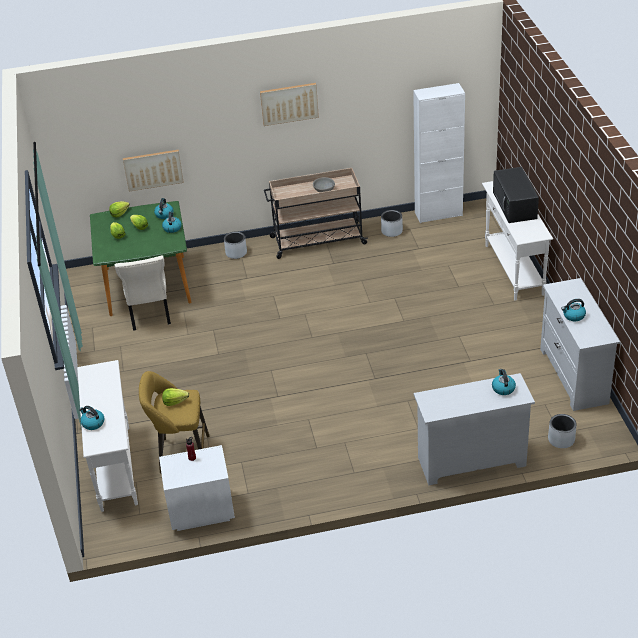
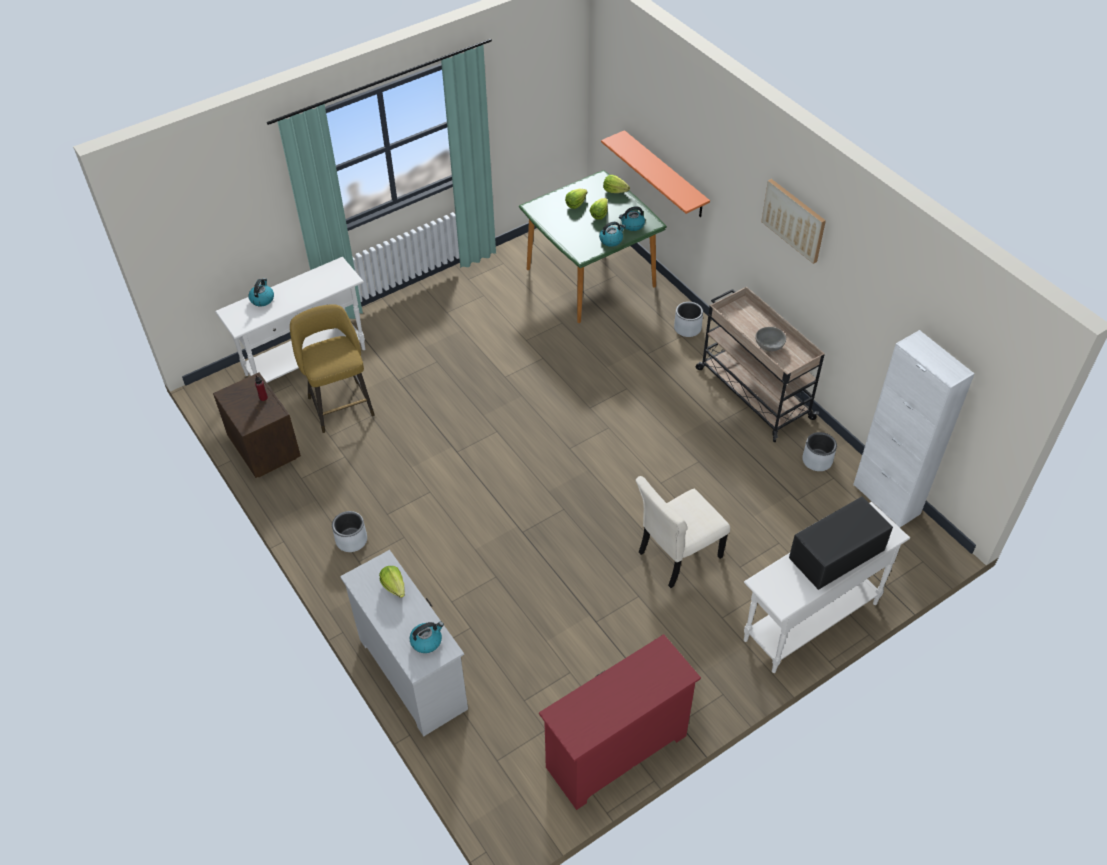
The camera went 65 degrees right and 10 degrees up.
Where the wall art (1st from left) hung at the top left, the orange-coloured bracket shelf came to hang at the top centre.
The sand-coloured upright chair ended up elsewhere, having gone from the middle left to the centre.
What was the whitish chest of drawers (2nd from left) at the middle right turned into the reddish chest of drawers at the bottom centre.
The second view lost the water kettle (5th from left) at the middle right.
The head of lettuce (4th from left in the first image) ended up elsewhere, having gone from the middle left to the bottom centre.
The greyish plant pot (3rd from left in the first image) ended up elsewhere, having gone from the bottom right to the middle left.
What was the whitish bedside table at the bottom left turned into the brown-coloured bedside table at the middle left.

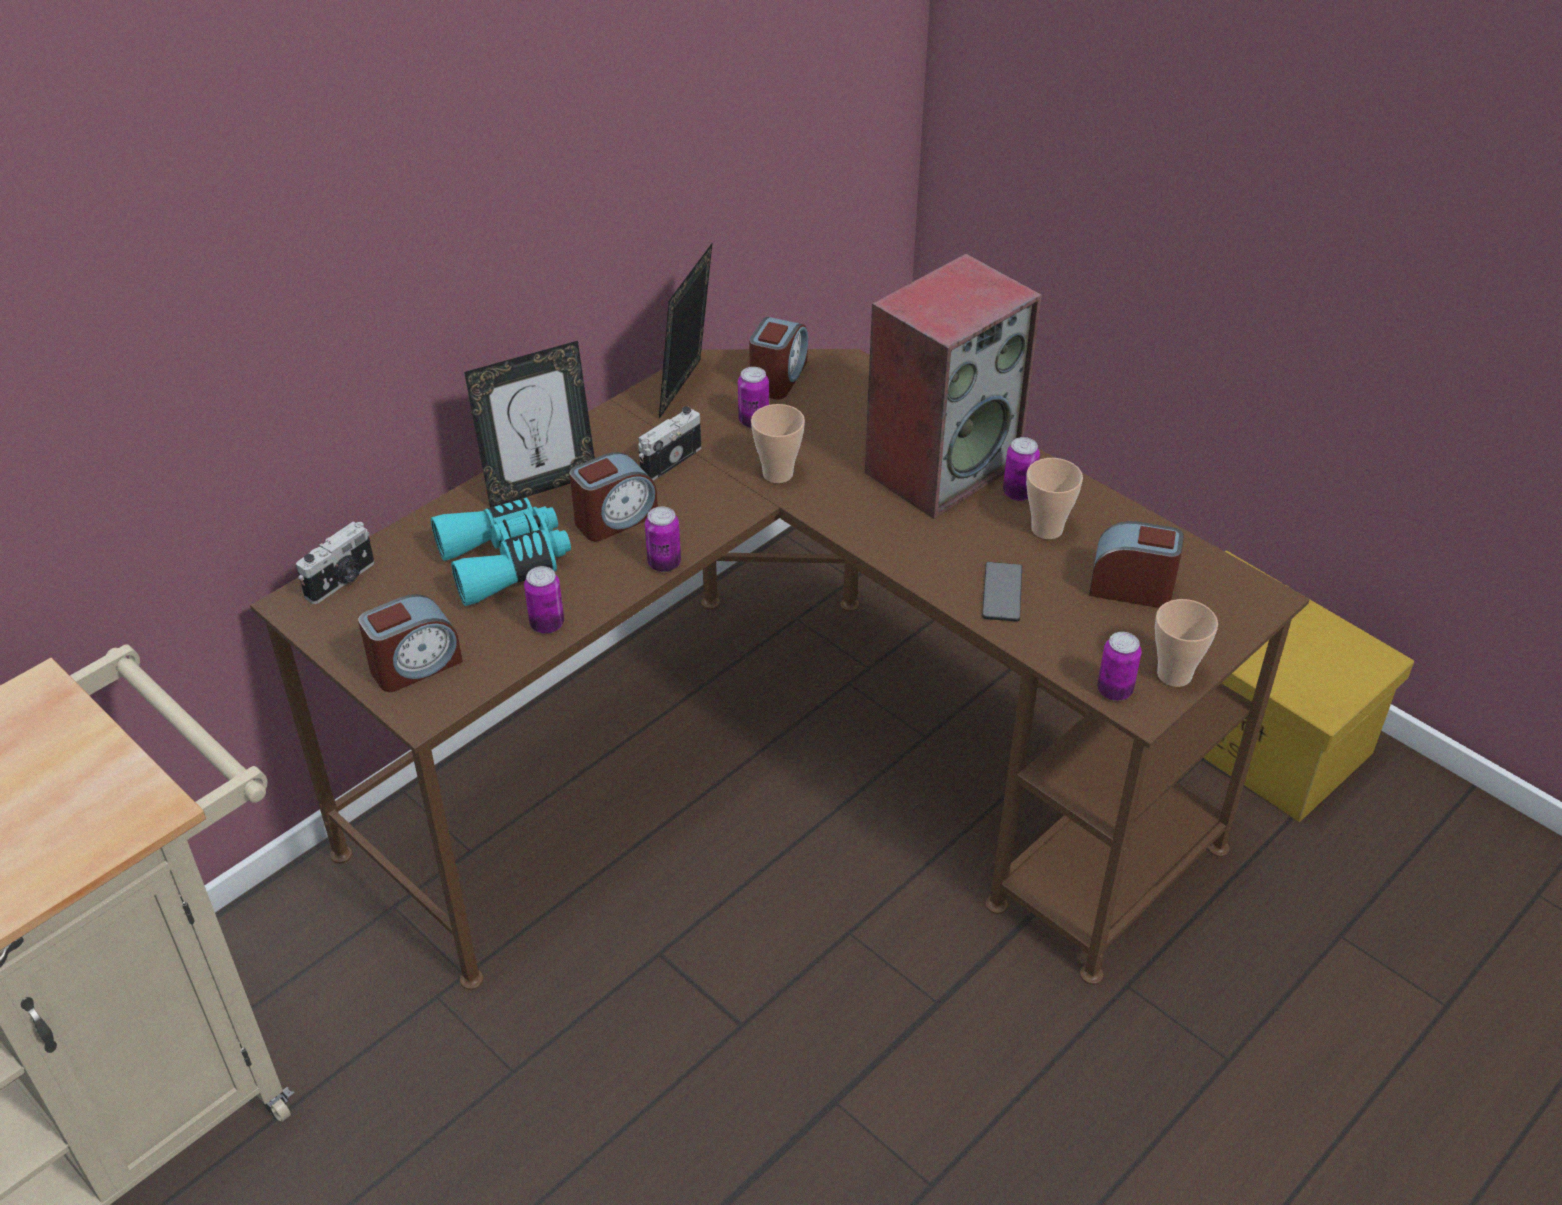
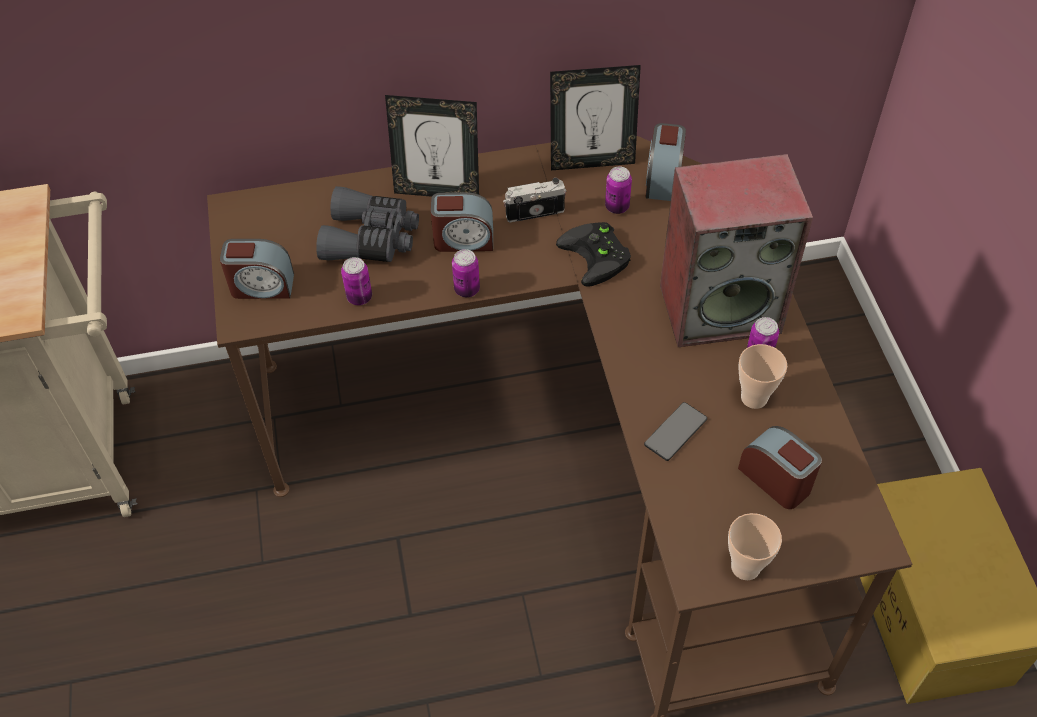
The camera went 35 degrees right and 10 degrees up.
The standing frame (2nd from left) at the top centre ended up facing another way, 150 degrees counterclockwise from before.
The table clock (3rd from left) at the top centre ended up facing another way, 135 degrees clockwise from before.
Where the drinking cup (1st from left) stood at the centre, the black-coloured gamepad came to stand at the centre.
What was the turquoise-coloured pair of binoculars at the middle left turned into the greyish pair of binoculars at the top centre.
The second view lost the still camera (1st from left) at the middle left.
The second view lost the metal can (5th from left) at the middle right.

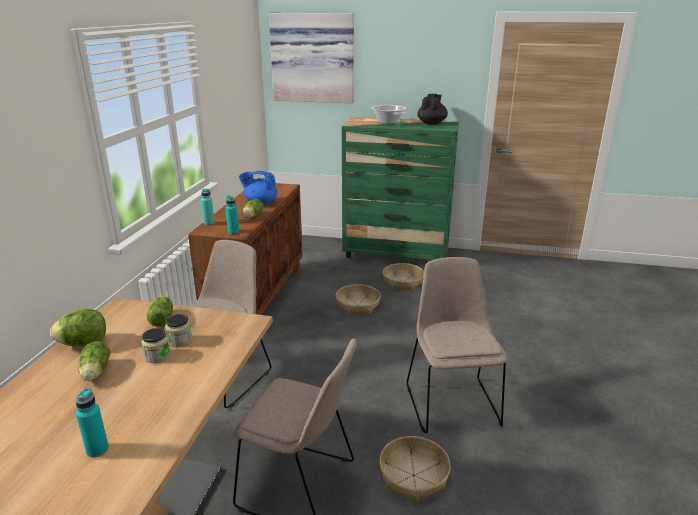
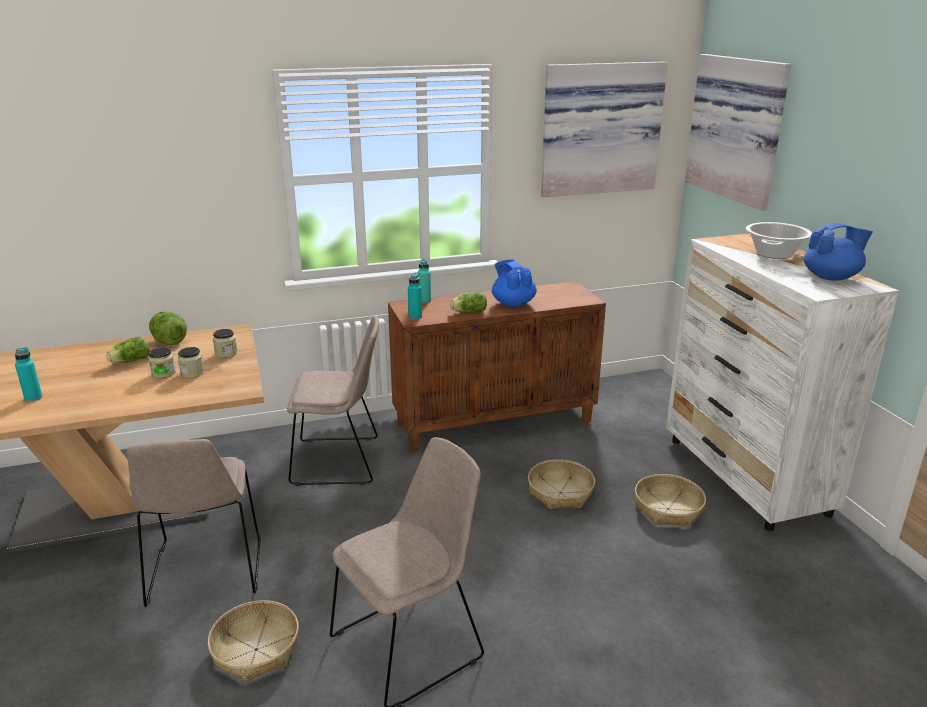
The camera went 60 degrees right and 0 degrees up.
What was the black-coloured teapot at the top centre turned into the blue teapot (2nd from left) at the middle right.
What was the green chest of drawers at the centre turned into the whitish chest of drawers at the middle right.
Where the head of lettuce (3rd from left) stood at the middle left, the storage jar (3rd from left) came to stand at the middle left.
The second view gained the wall art (1st from left) at the top centre.

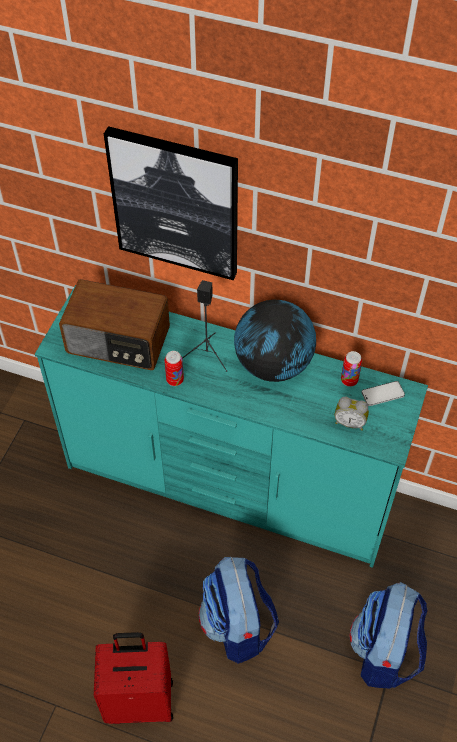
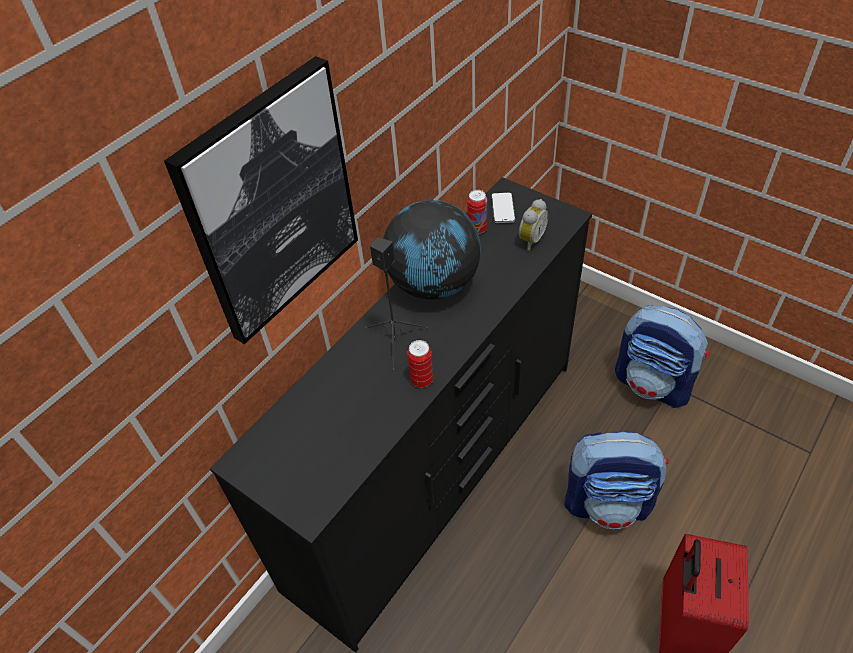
The camera went 70 degrees left and 5 degrees down.
The second view lost the radio set at the middle left.
What was the turquoise-coloured chest of drawers at the centre turned into the black-coloured chest of drawers at the centre.

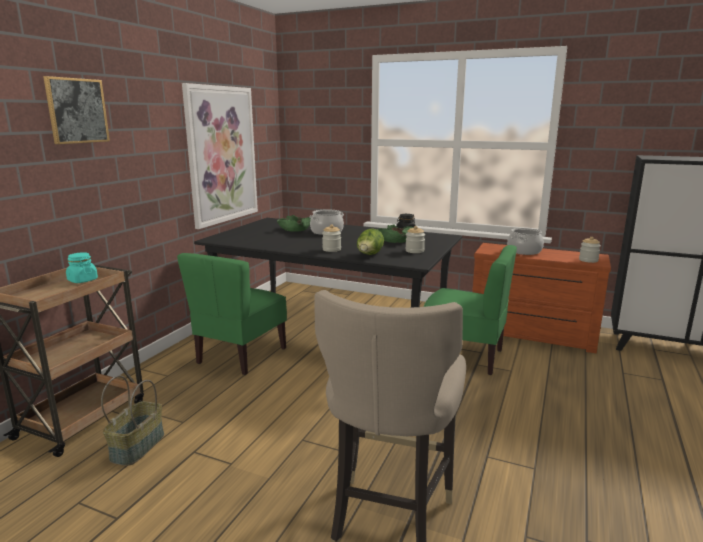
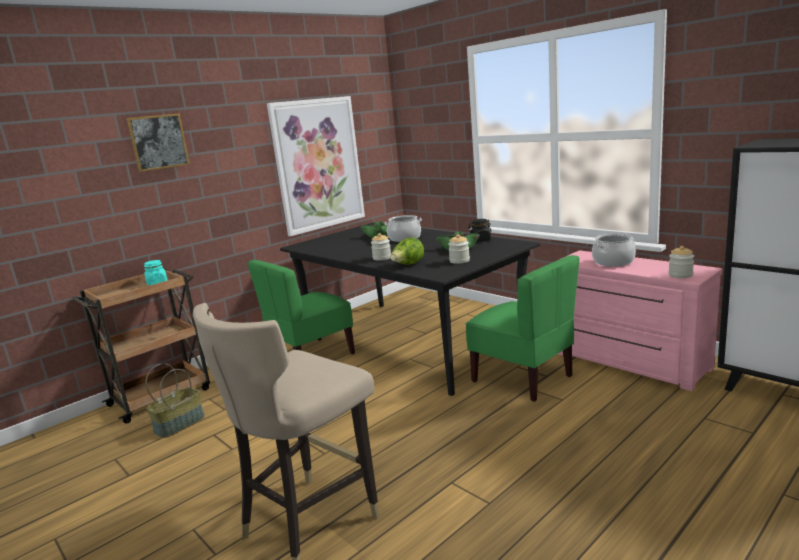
The camera went 25 degrees right and 0 degrees up.
What was the brown-coloured chest of drawers at the middle right turned into the pinkish chest of drawers at the middle right.

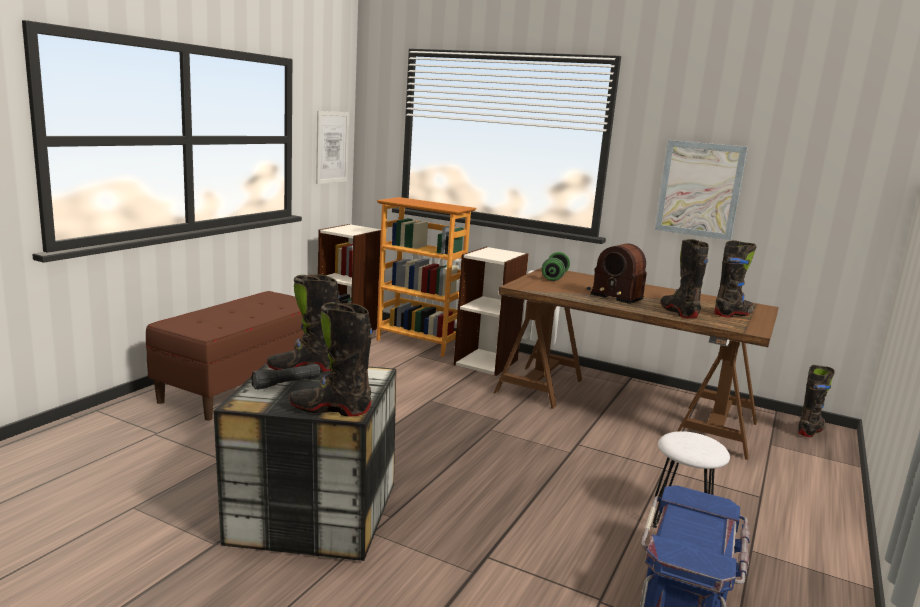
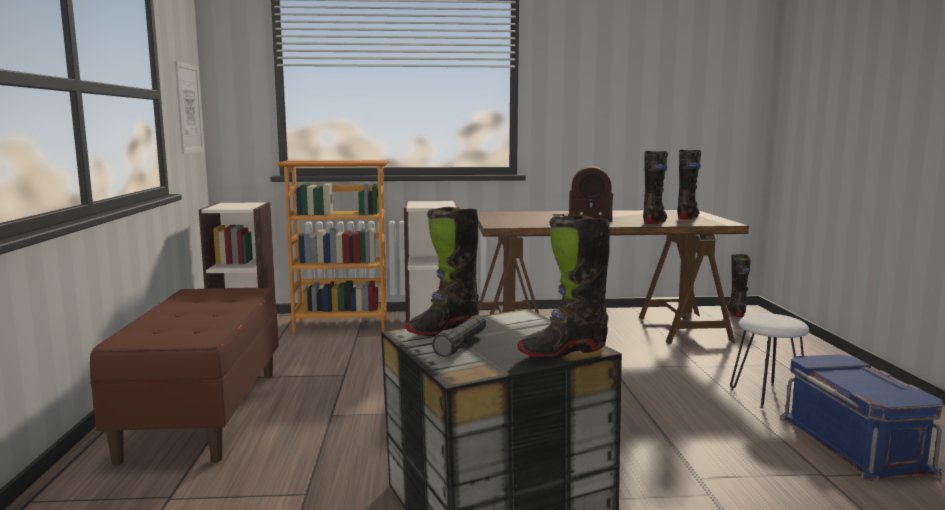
The camera went 30 degrees left and 5 degrees down.
The second view lost the wall art (2nd from left) at the top right.
The black-coloured boot (3rd from left) at the middle right ended up facing another way, 75 degrees clockwise from before.
The second view lost the green dumbbell at the centre.

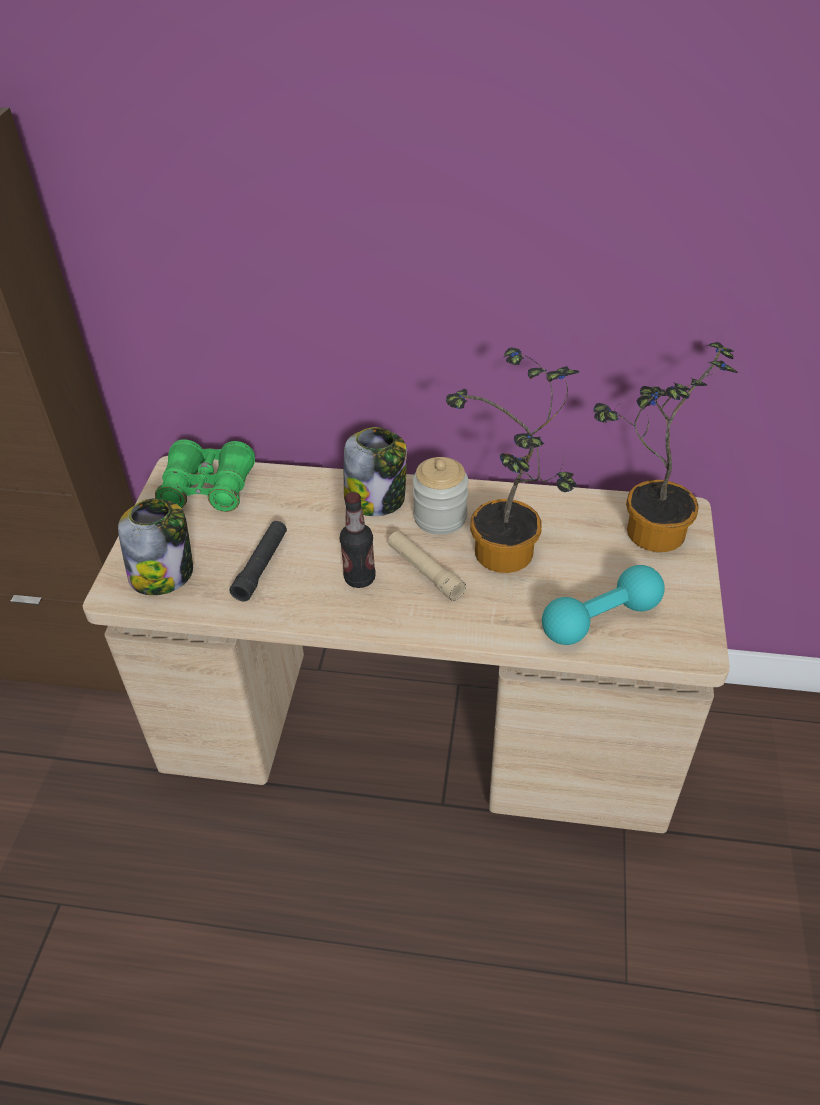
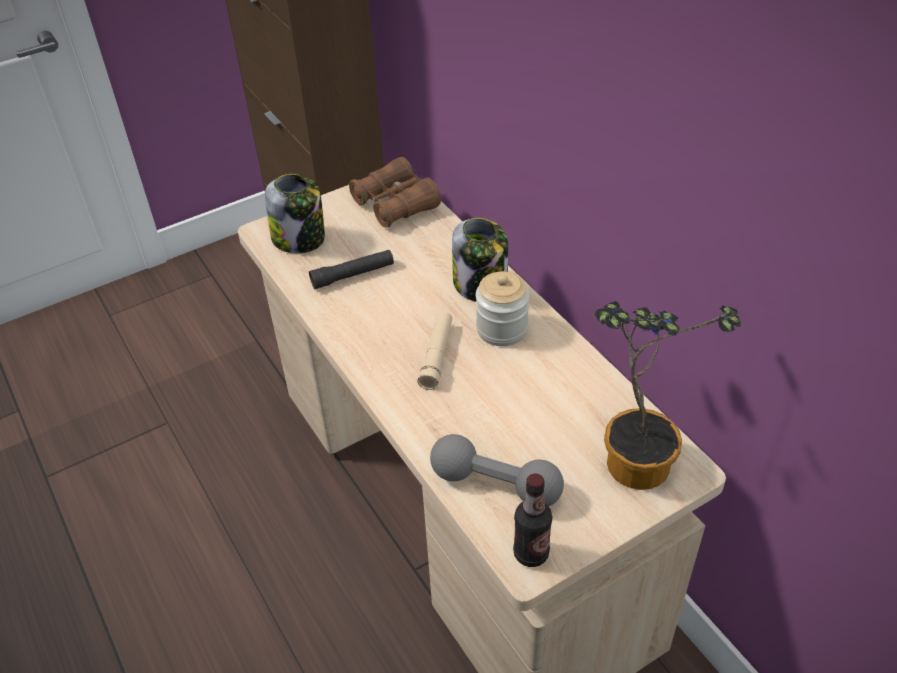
The camera went 50 degrees right and 0 degrees up.
The second view lost the plant in a pot (1st from left) at the centre.
What was the green pair of binoculars at the middle left turned into the brown-coloured pair of binoculars at the top centre.
The beverage bottle ended up elsewhere, having gone from the centre to the bottom centre.
What was the turquoise-coloured dumbbell at the middle right turned into the greyish dumbbell at the bottom centre.

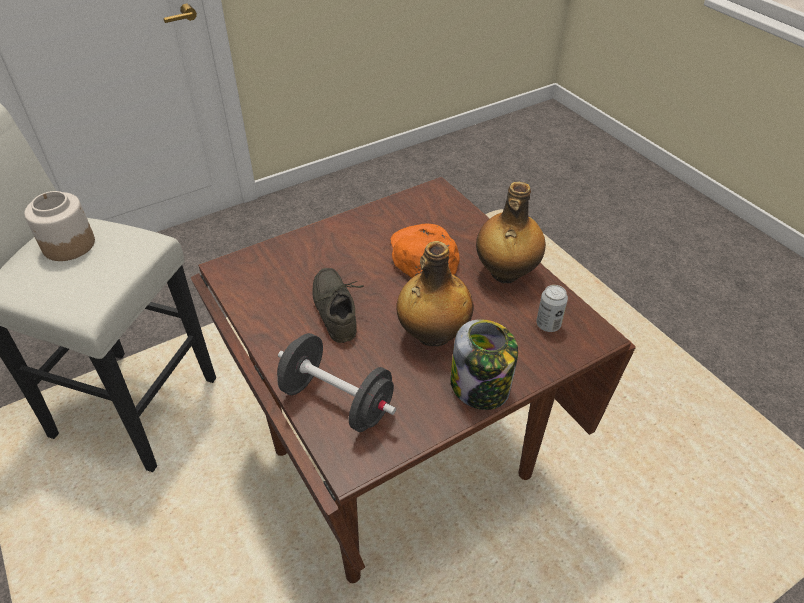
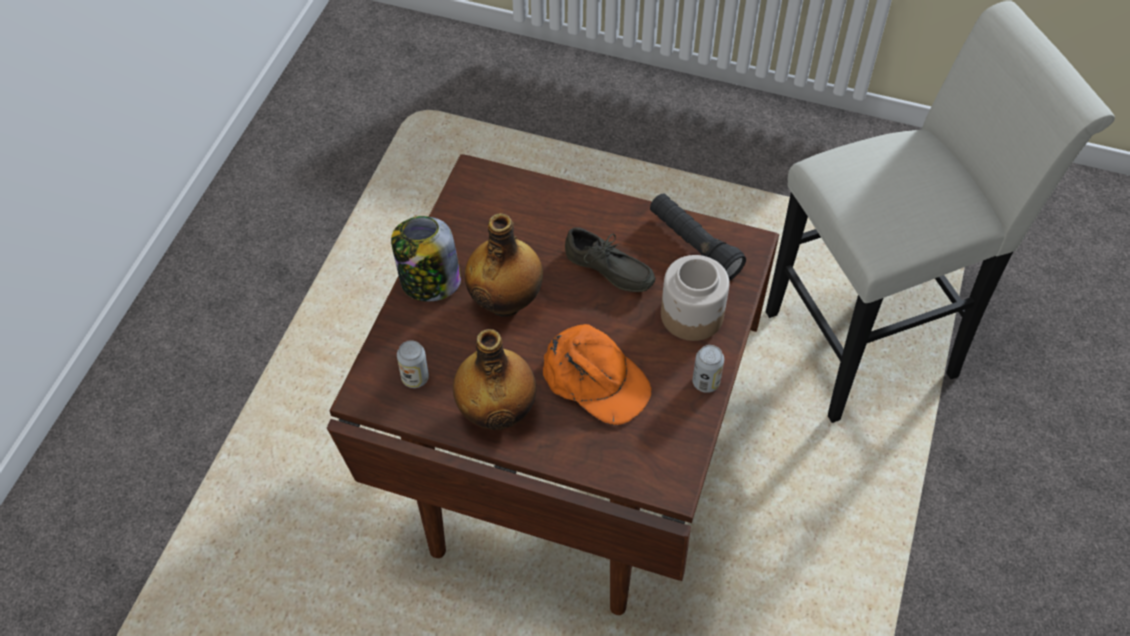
The camera went 140 degrees right and 10 degrees up.
The storage jar (1st from left in the first image) ended up elsewhere, having gone from the middle left to the centre.
The second view lost the black-coloured dumbbell at the centre.
The second view gained the black-coloured torch at the centre.
The second view gained the metal can (2nd from left) at the centre.

